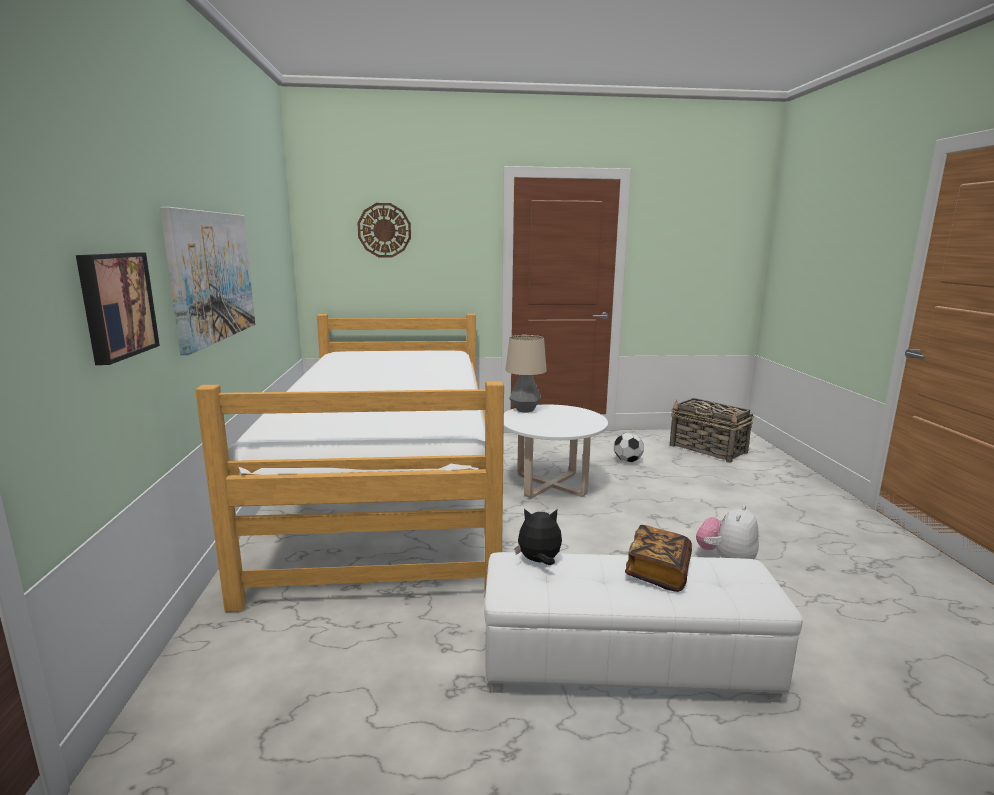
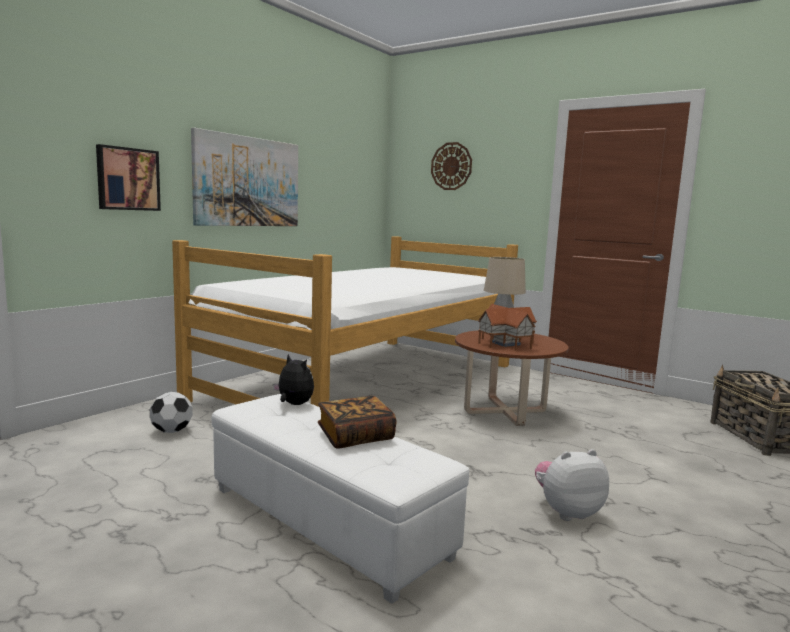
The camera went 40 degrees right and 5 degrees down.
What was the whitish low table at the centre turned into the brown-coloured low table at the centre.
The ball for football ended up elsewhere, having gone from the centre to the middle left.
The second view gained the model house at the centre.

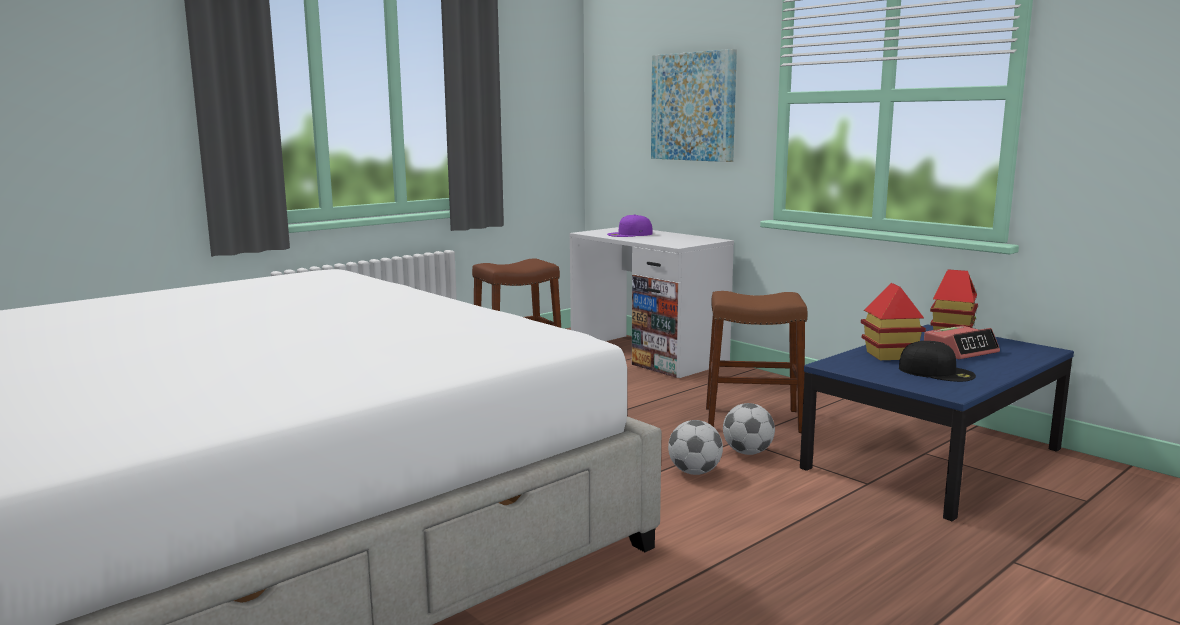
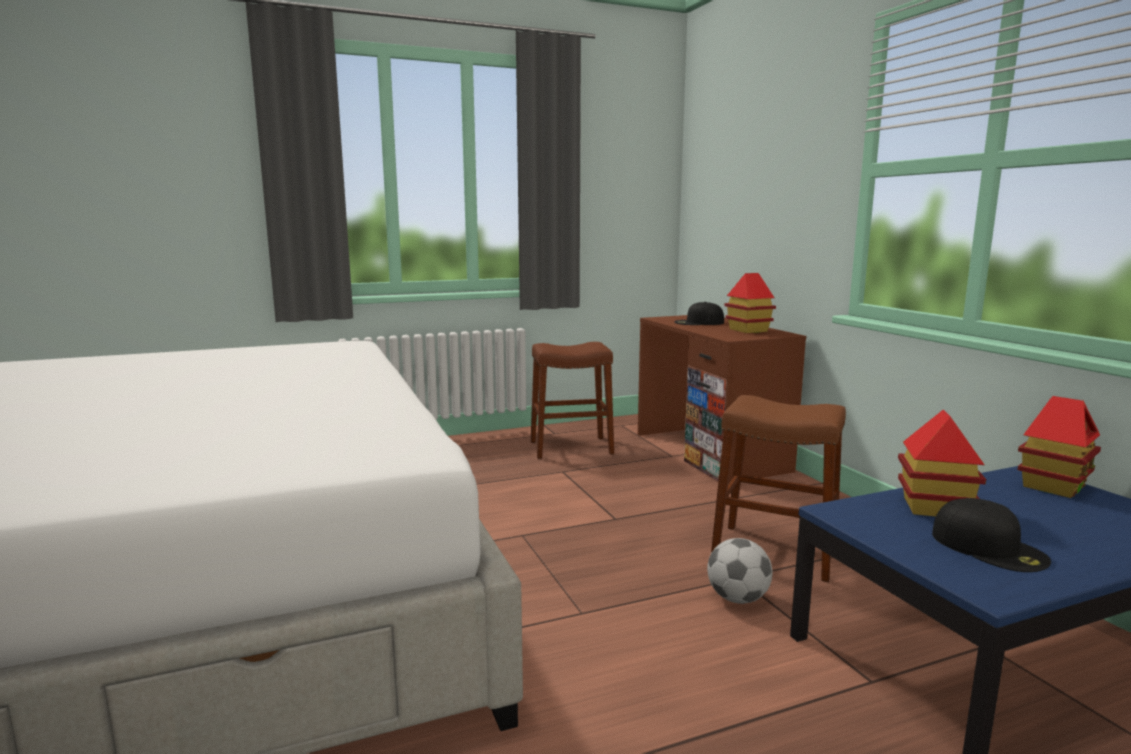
The camera went 20 degrees right and 0 degrees up.
The second view lost the wall art at the top centre.
What was the purplish baseball cap at the centre turned into the black-coloured baseball cap (1st from left) at the centre.
What was the whitish desk table at the centre turned into the brown-coloured desk table at the centre.
The second view lost the table clock at the middle right.
The second view lost the ball for football (1st from left) at the bottom centre.
The second view gained the model house (1st from left) at the centre.

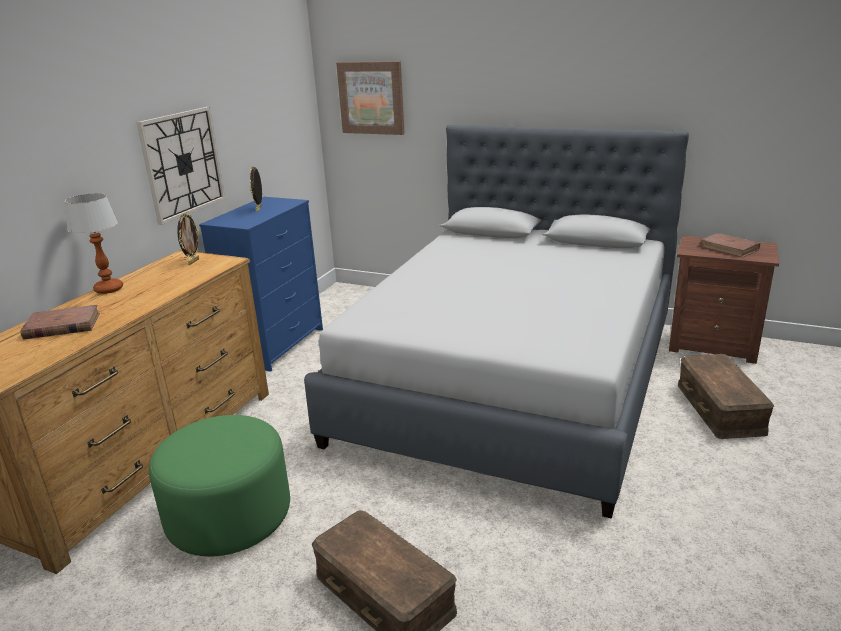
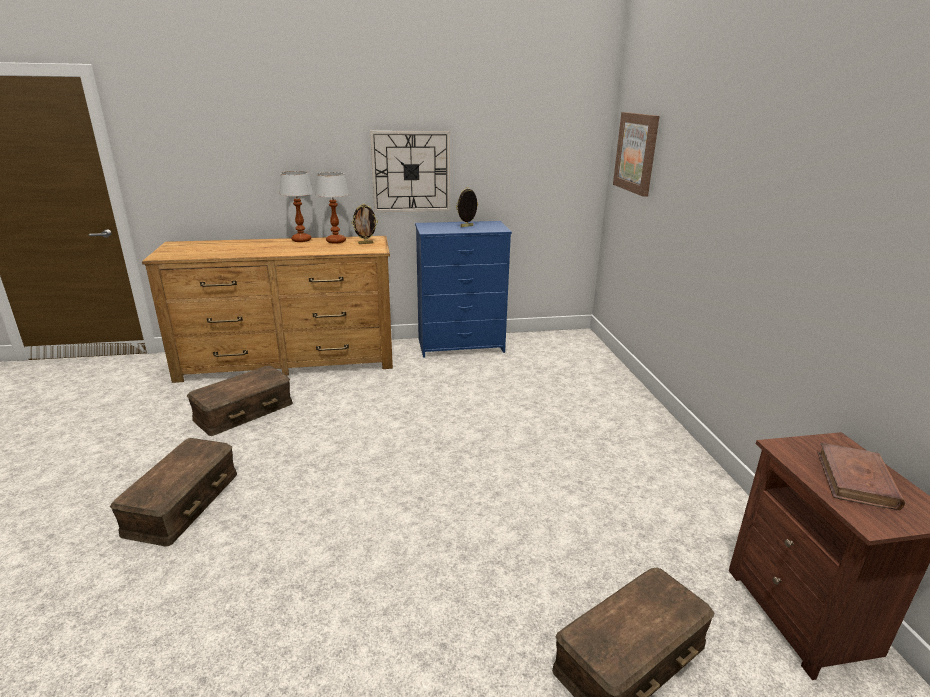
The camera went 55 degrees right and 0 degrees up.
The second view lost the greyish sleeping bed at the centre.
The second view lost the brown-coloured bound book (1st from left) at the middle left.
Where the green ottoman stood at the bottom left, the brown-coloured storage container (2nd from left) came to stand at the middle left.
The second view gained the tabletop lamp (2nd from left) at the top centre.

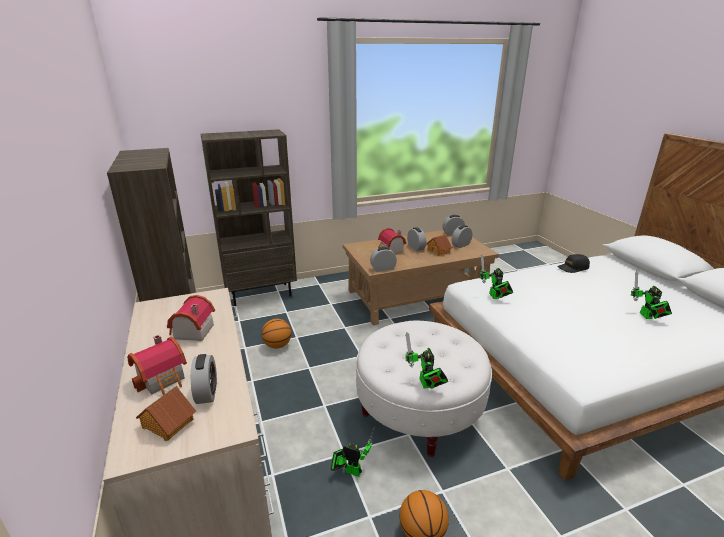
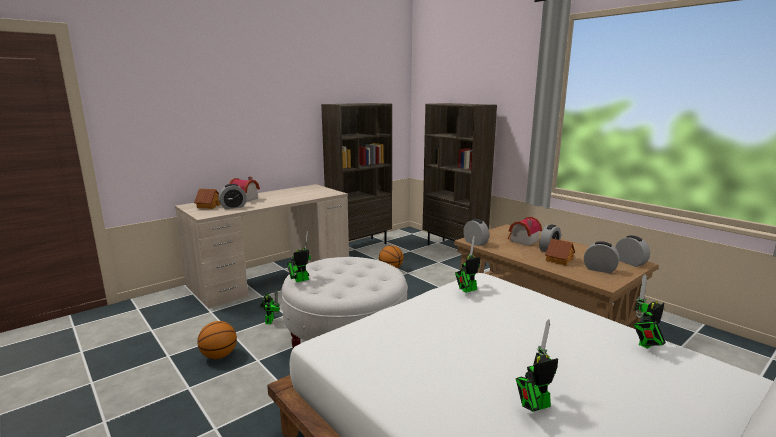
The camera went 70 degrees right and 10 degrees down.
Where the black-coloured baseball cap stood at the middle right, the toy robot (5th from left) came to stand at the bottom right.
The second view lost the model house (3rd from left) at the middle left.

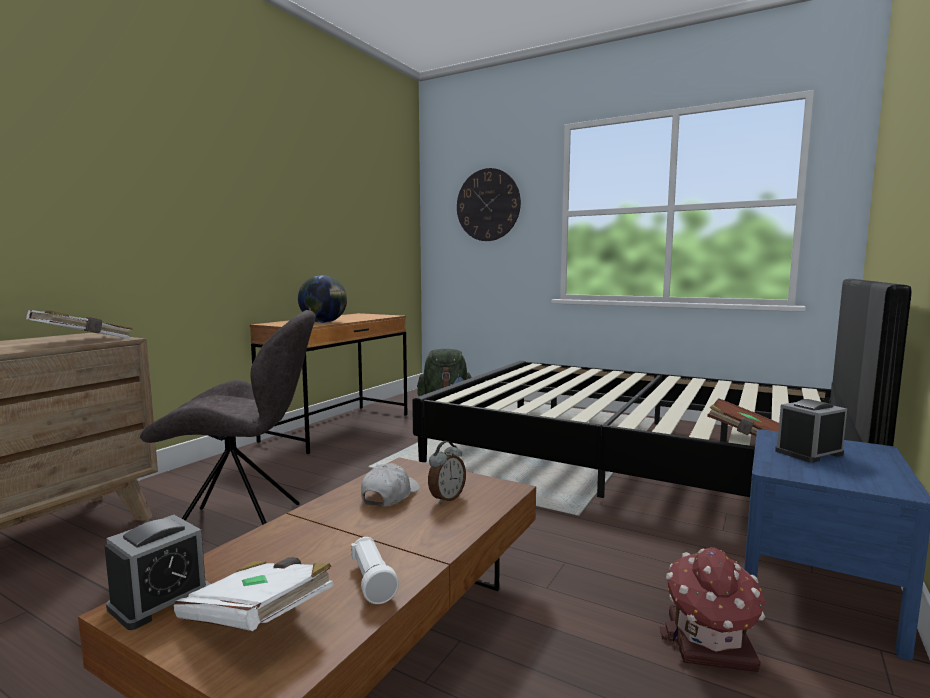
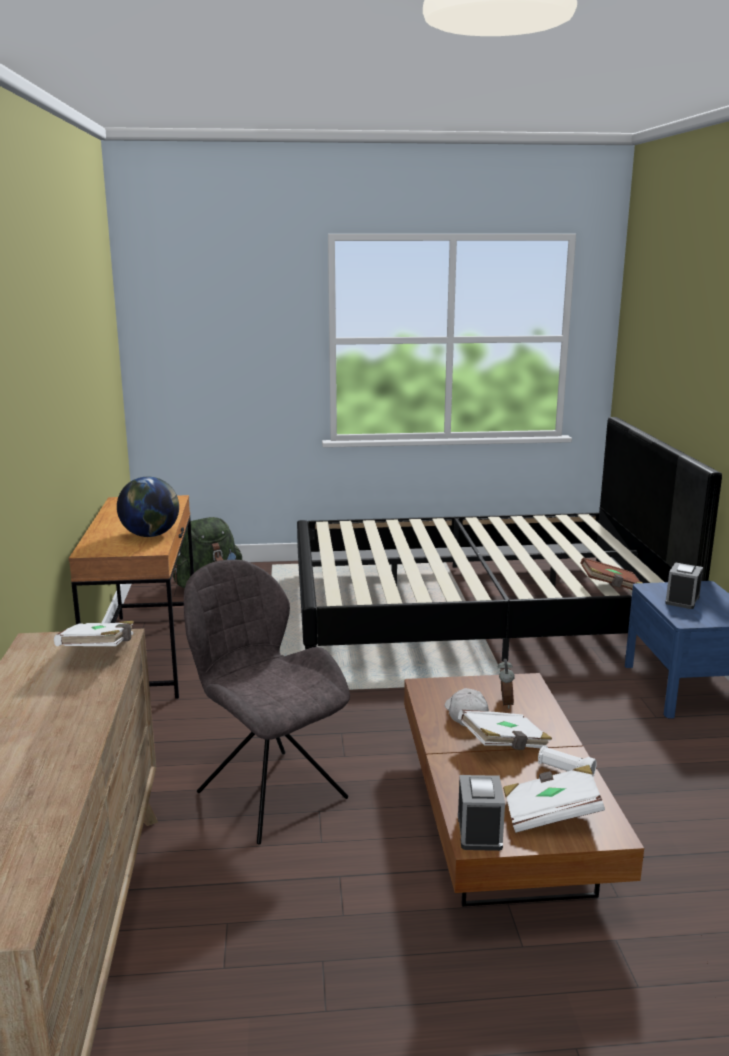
The camera went 35 degrees left and 10 degrees up.
The second view lost the wall clock at the top centre.
The greyish upright chair at the middle left ended up facing another way, 90 degrees counterclockwise from before.
The second view lost the model house at the bottom right.
The second view gained the whitish bound book (2nd from left) at the bottom right.

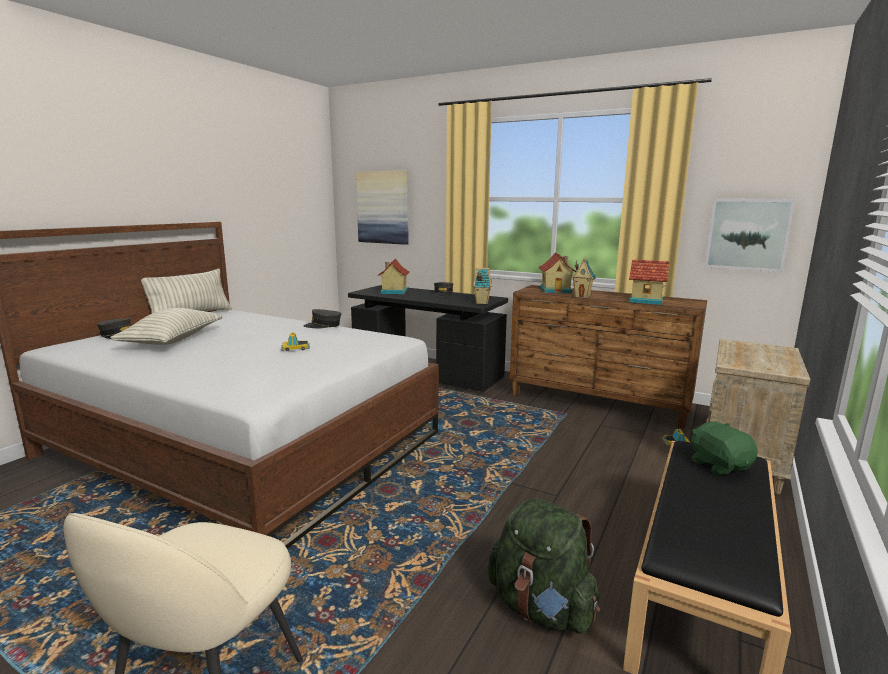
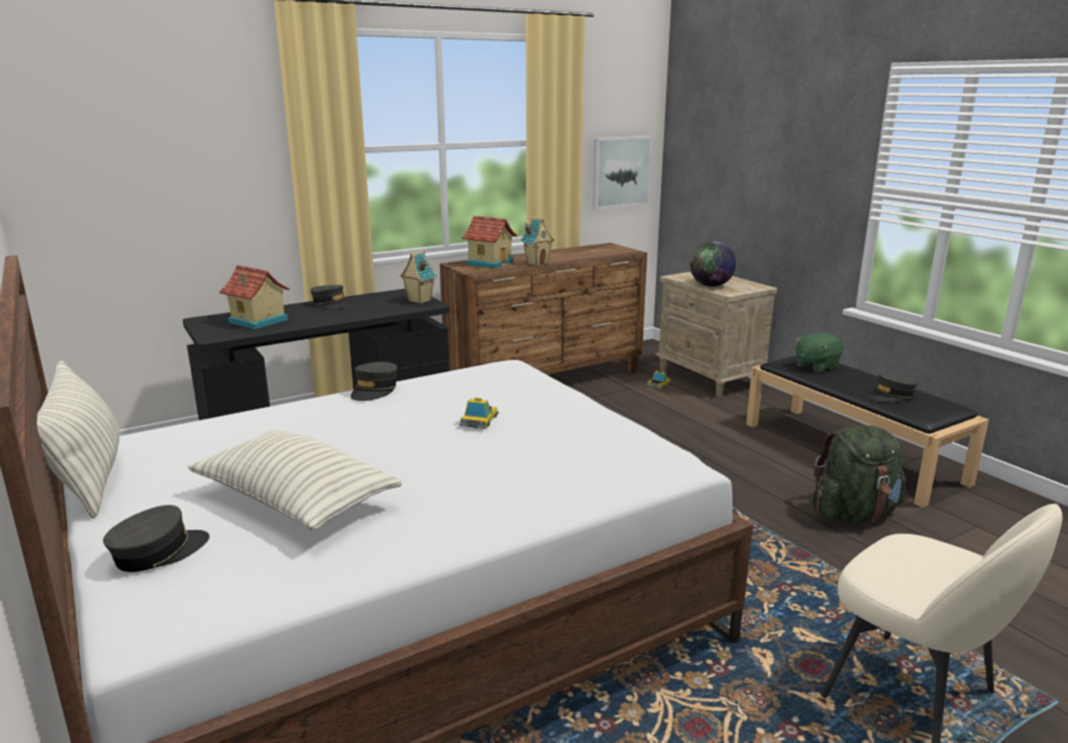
The camera went 60 degrees left and 5 degrees up.
The second view lost the wall art (1st from left) at the top centre.
The second view lost the model house (5th from left) at the middle right.
The green soft toy at the middle right ended up facing another way, 45 degrees counterclockwise from before.
The second view gained the globe at the middle right.
The second view gained the greyish baseball cap (4th from left) at the middle right.

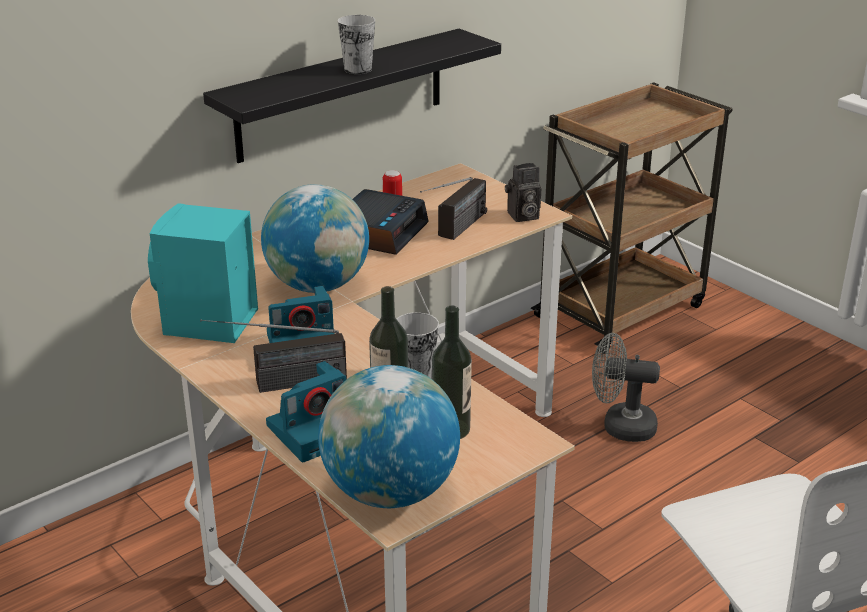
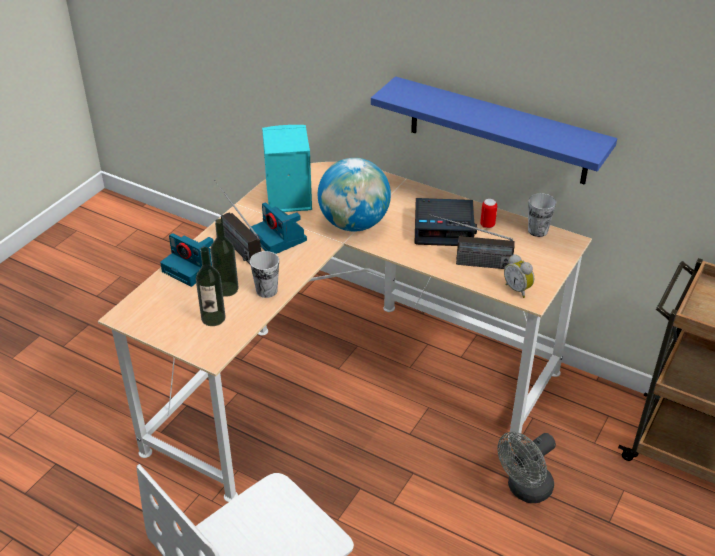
The camera went 70 degrees right and 10 degrees up.
The drinking cup (1st from left in the first image) ended up elsewhere, having gone from the top centre to the middle right.
What was the black-coloured bracket shelf at the top centre turned into the blue bracket shelf at the top right.
Where the still camera (3rd from left) stood at the top centre, the table clock (2nd from left) came to stand at the middle right.
The greyish fan at the middle right ended up facing another way, 120 degrees counterclockwise from before.
The second view lost the globe (2nd from left) at the bottom centre.

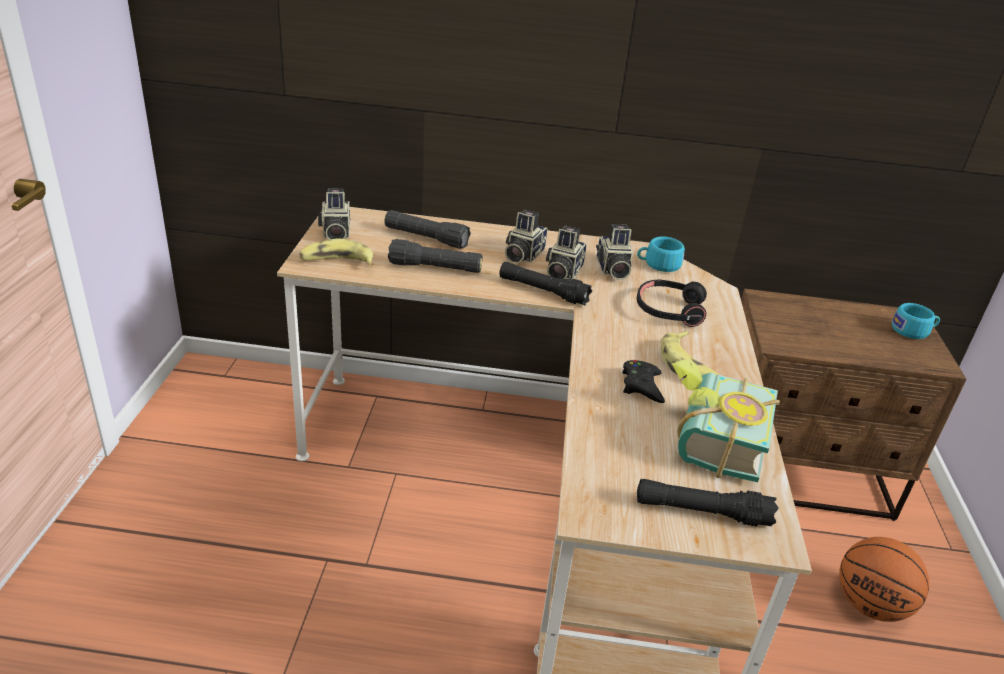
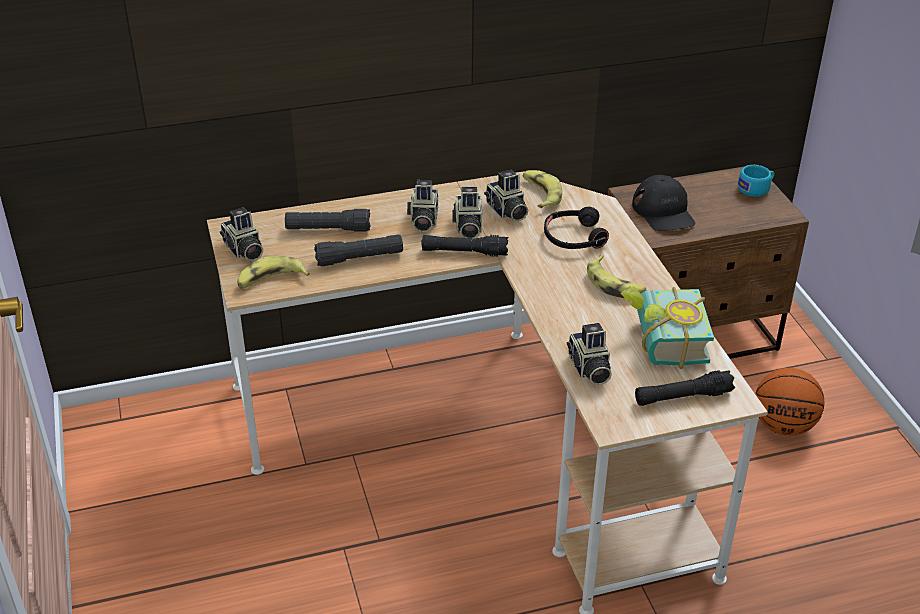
The camera went 20 degrees left and 5 degrees up.
Where the turquoise-coloured drinking cup (1st from left) stood at the centre, the banana (2nd from left) came to stand at the top centre.
The second view lost the black-coloured gamepad at the centre.
The second view gained the black-coloured baseball cap at the top right.
The second view gained the still camera (5th from left) at the centre.

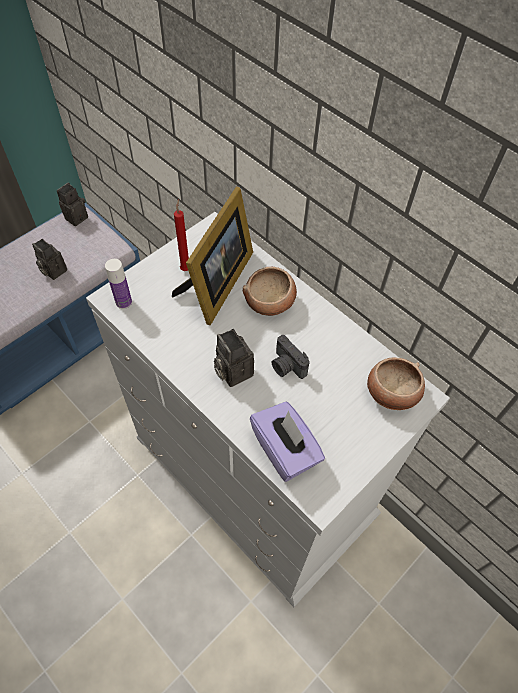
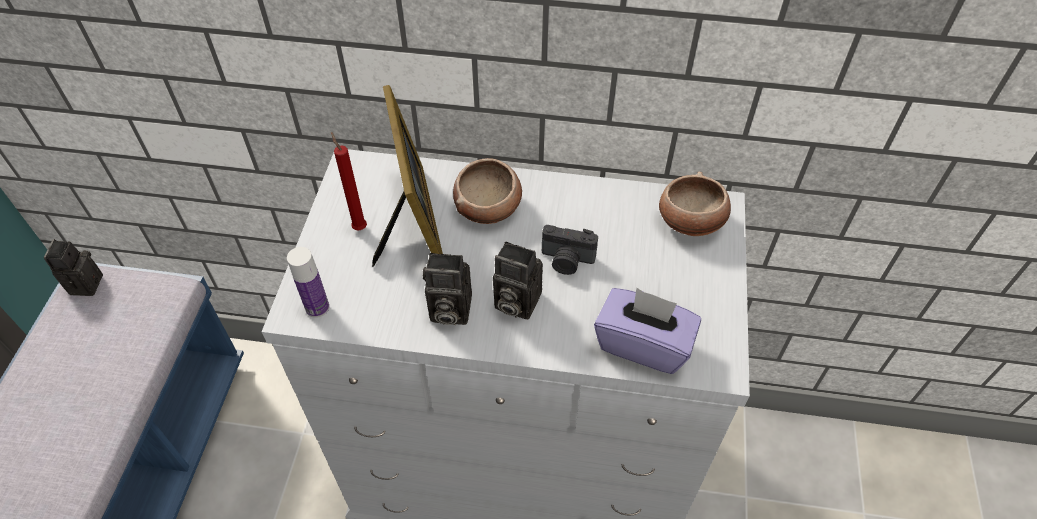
The camera went 35 degrees left and 5 degrees down.
The still camera (1st from left in the first image) ended up elsewhere, having gone from the middle left to the centre.

